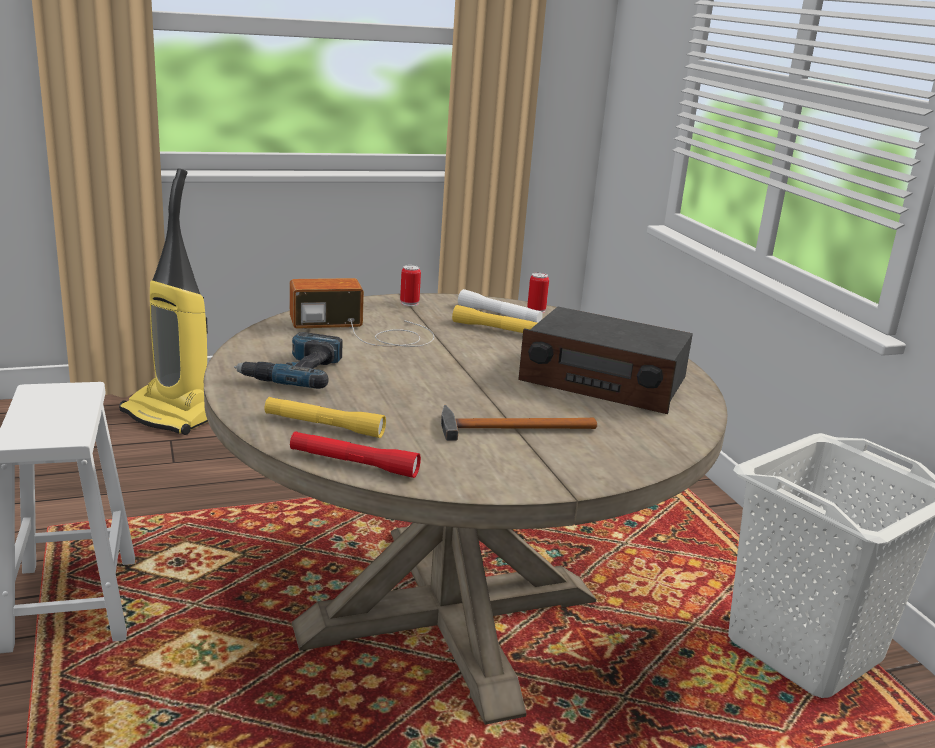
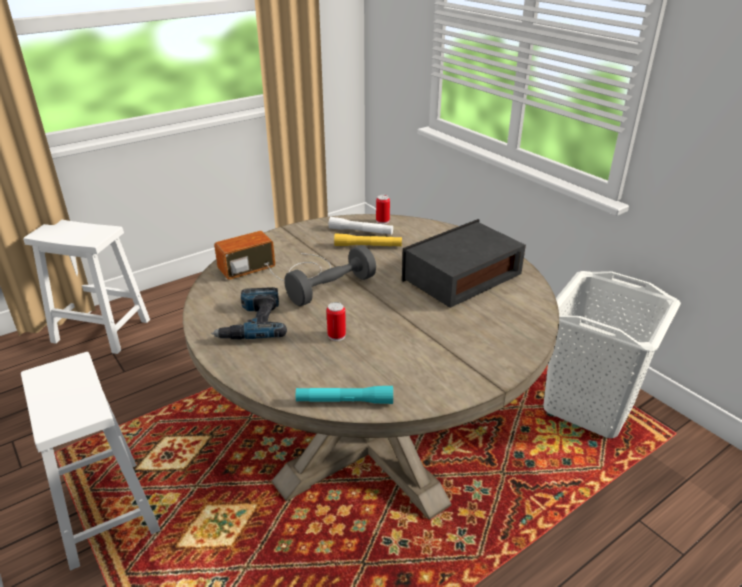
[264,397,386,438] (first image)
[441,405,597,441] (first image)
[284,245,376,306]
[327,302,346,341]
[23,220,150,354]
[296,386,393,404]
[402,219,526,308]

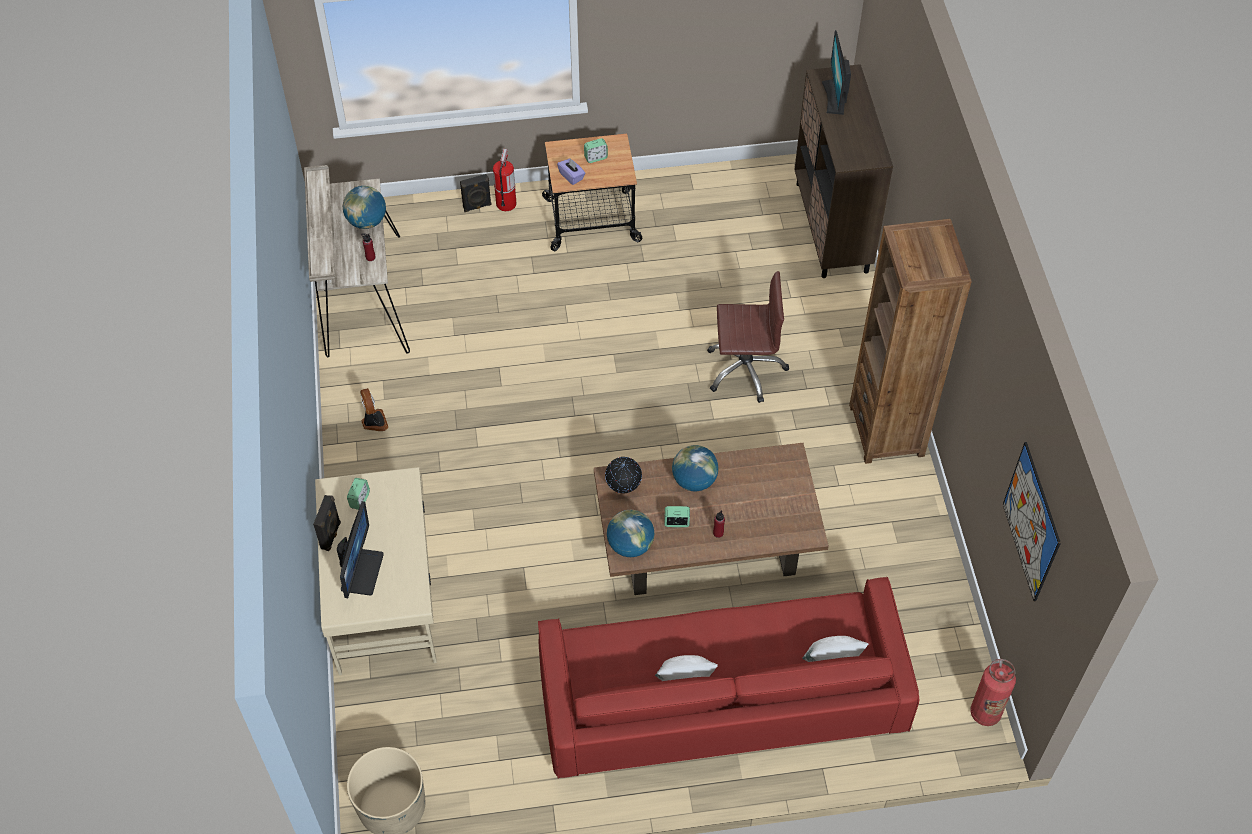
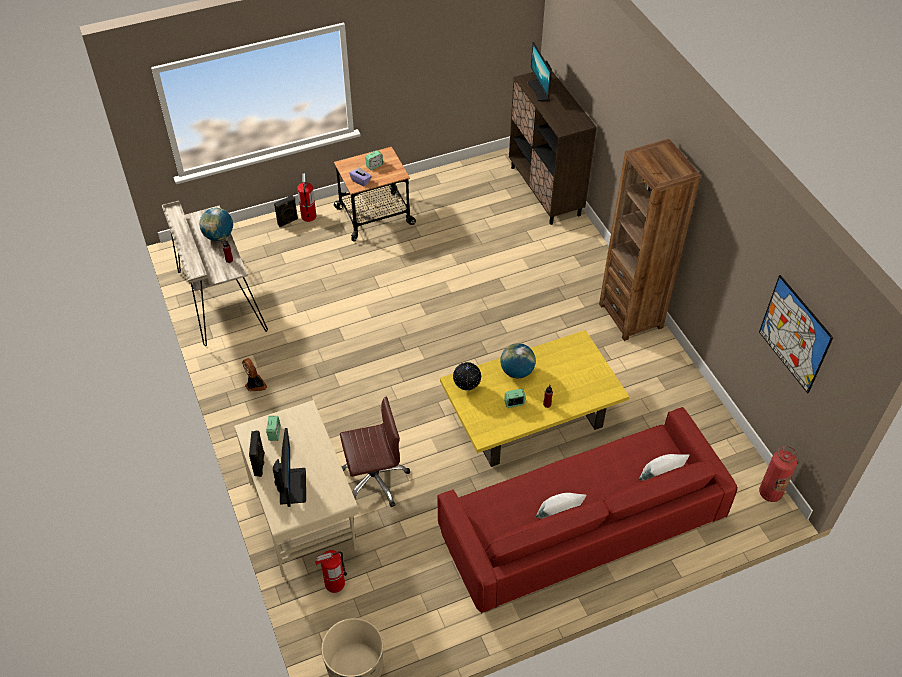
[607,510,654,557] (first image)
[315,550,347,593]
[340,396,410,507]
[440,330,629,467]

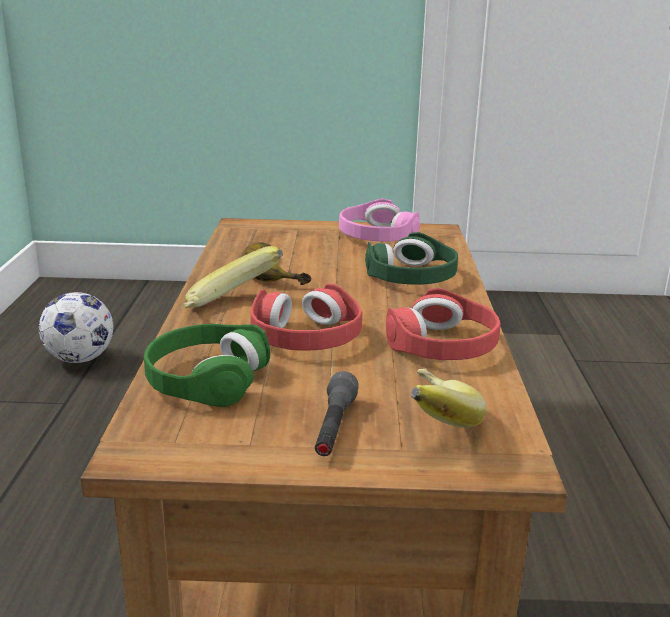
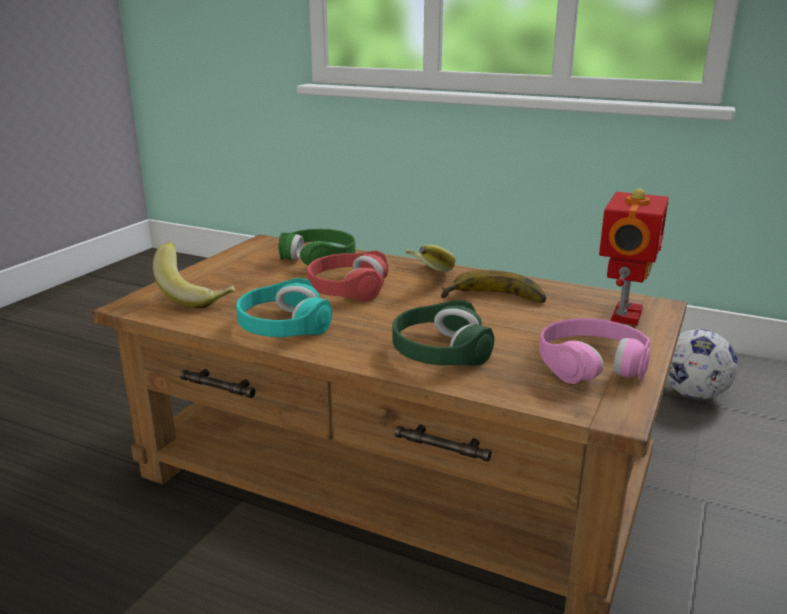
[315,371,359,456] (first image)
[599,188,669,325]
[236,278,332,337]

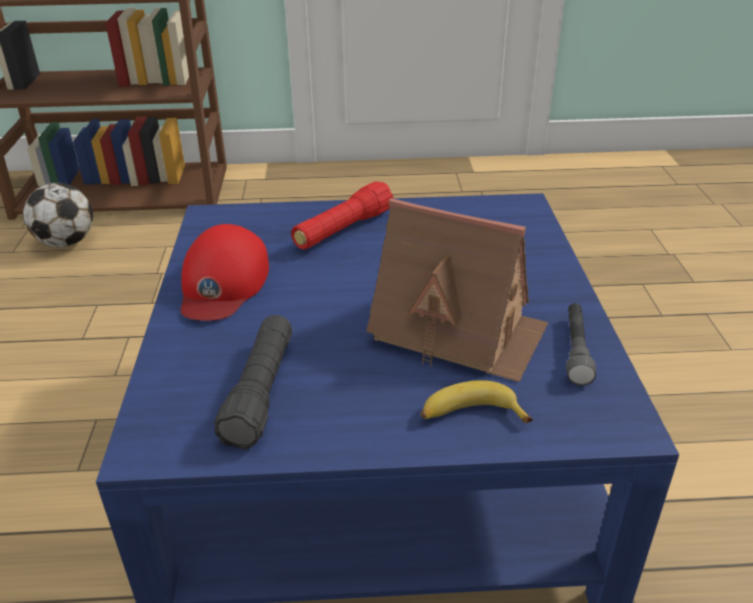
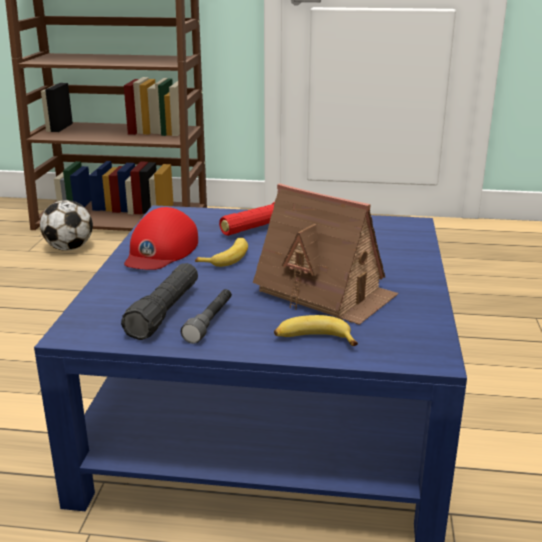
[195,238,248,267]
[181,289,232,344]

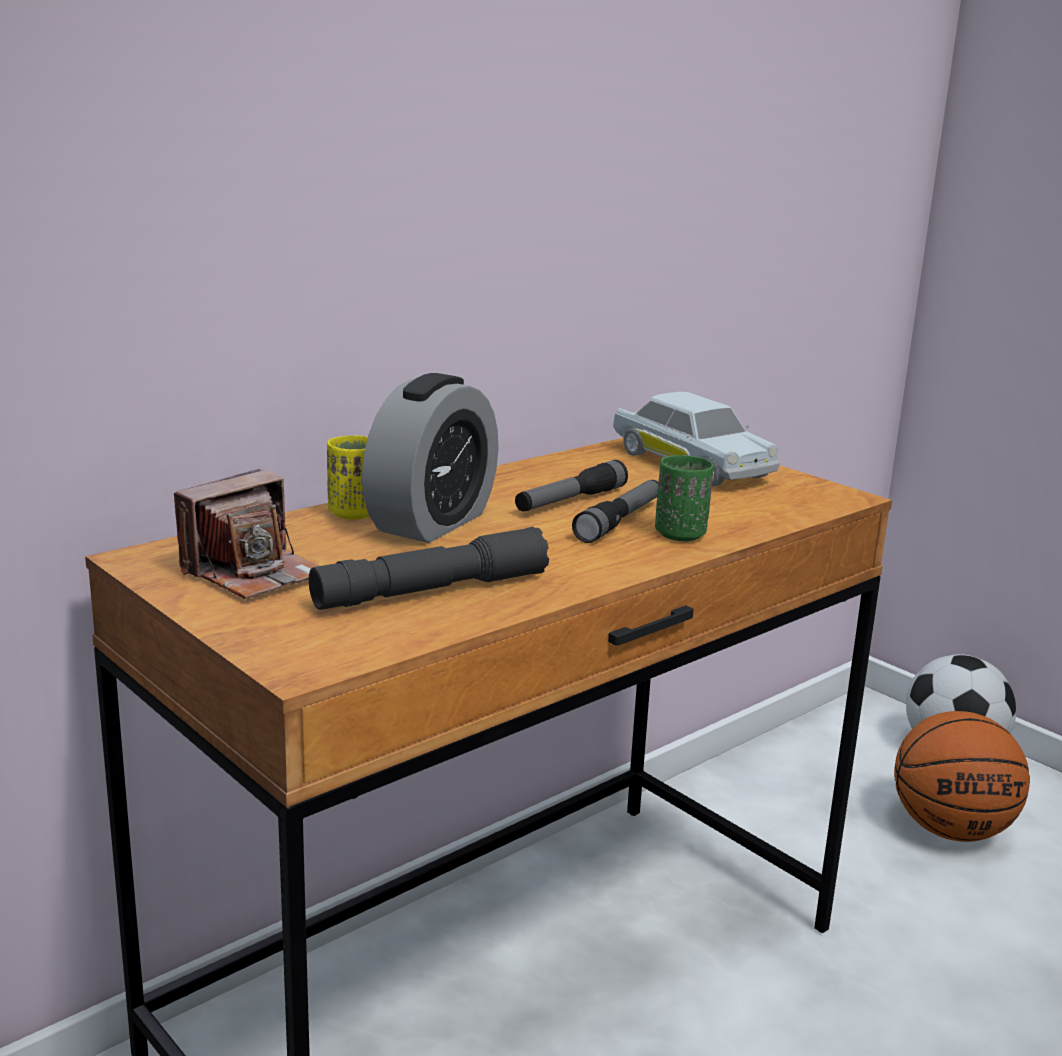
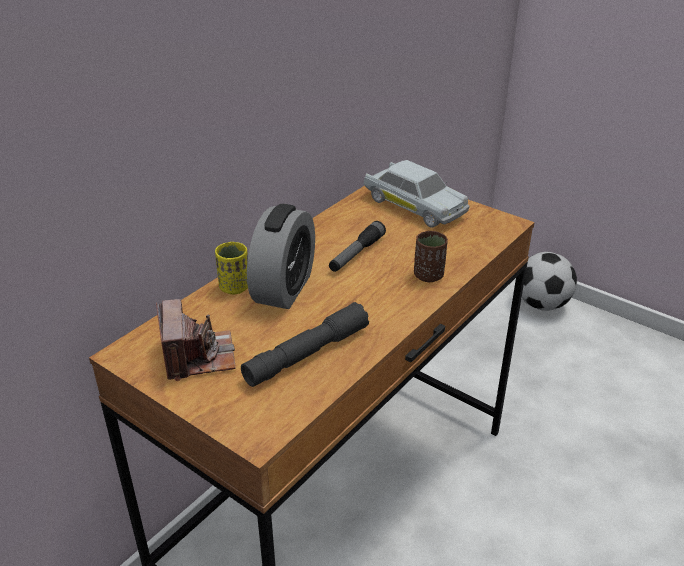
[572,480,658,543] (first image)
[894,711,1030,842] (first image)
[414,231,448,282]
[156,299,236,381]

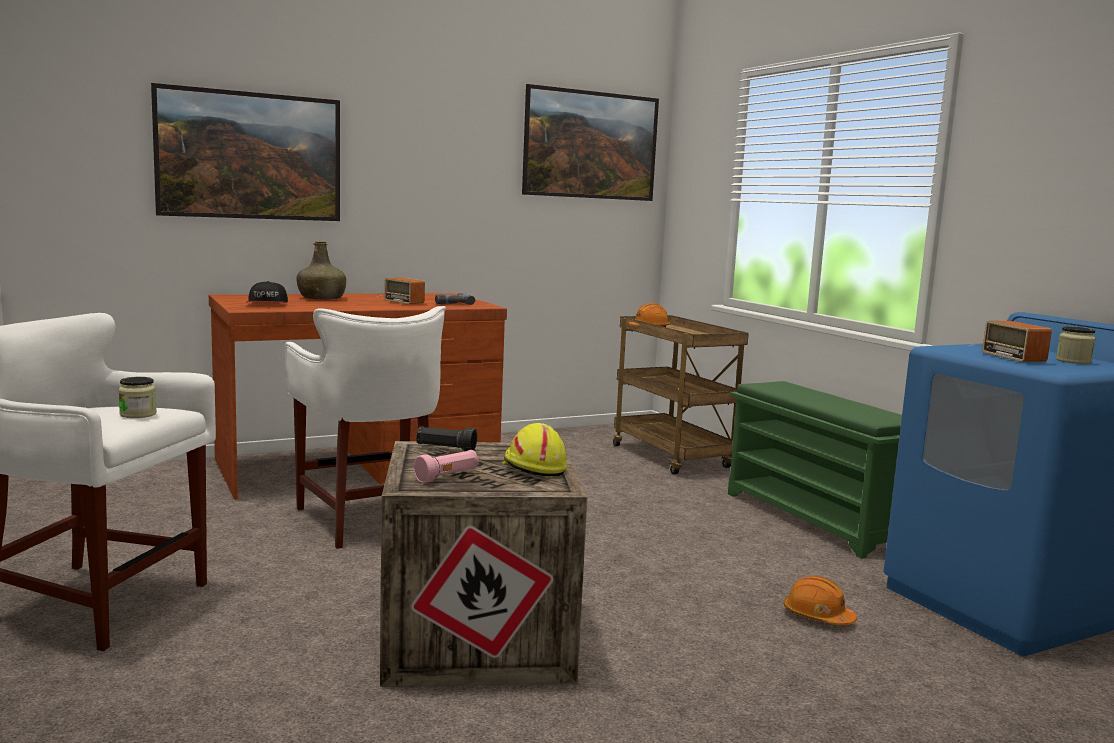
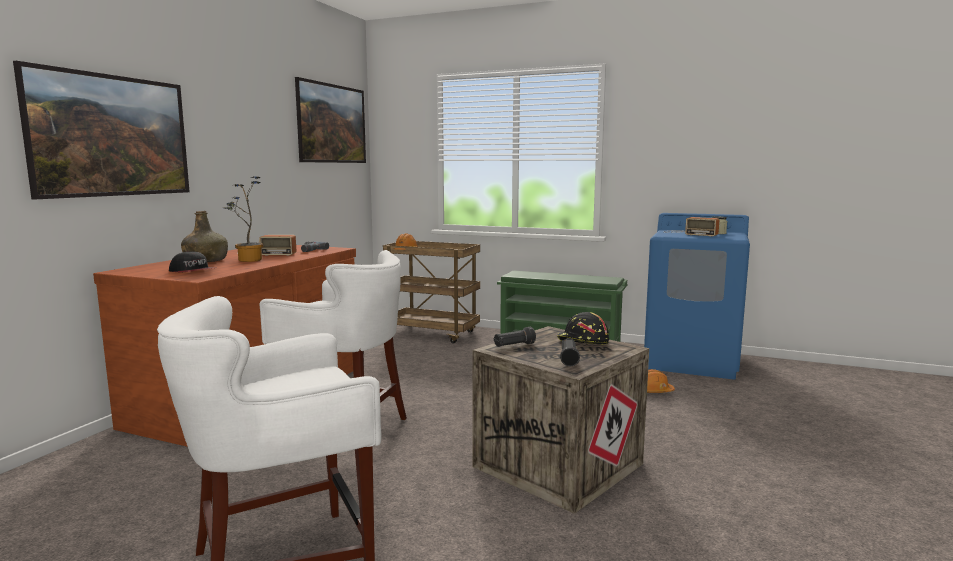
[118,377,157,418] (first image)
[222,177,263,262]
[560,338,580,366]
[557,312,609,345]

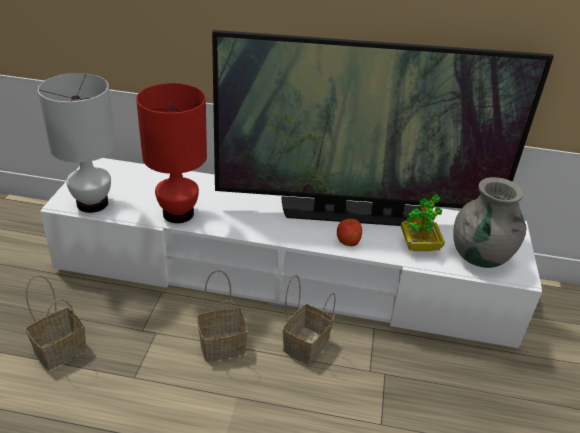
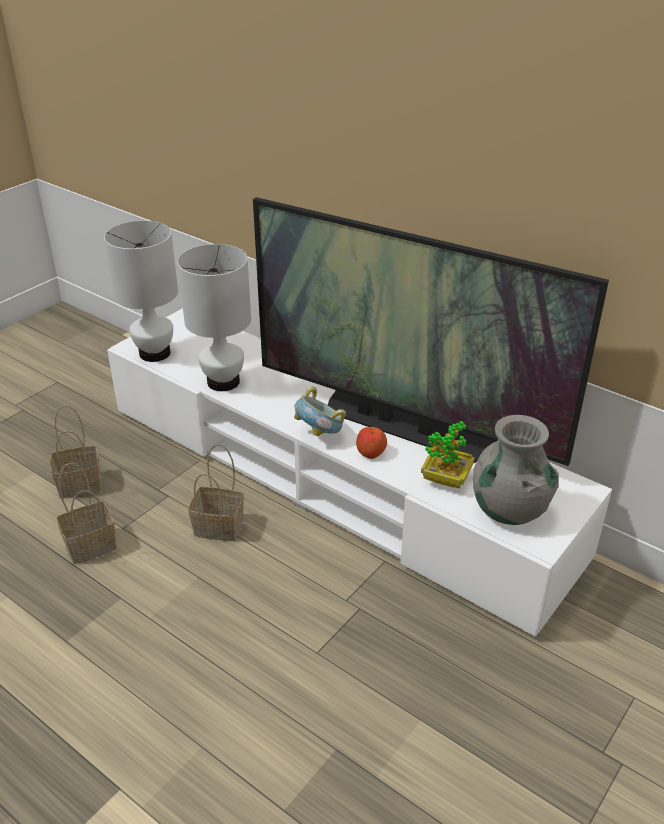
[294,386,346,436]
[56,463,117,564]
[177,244,251,391]

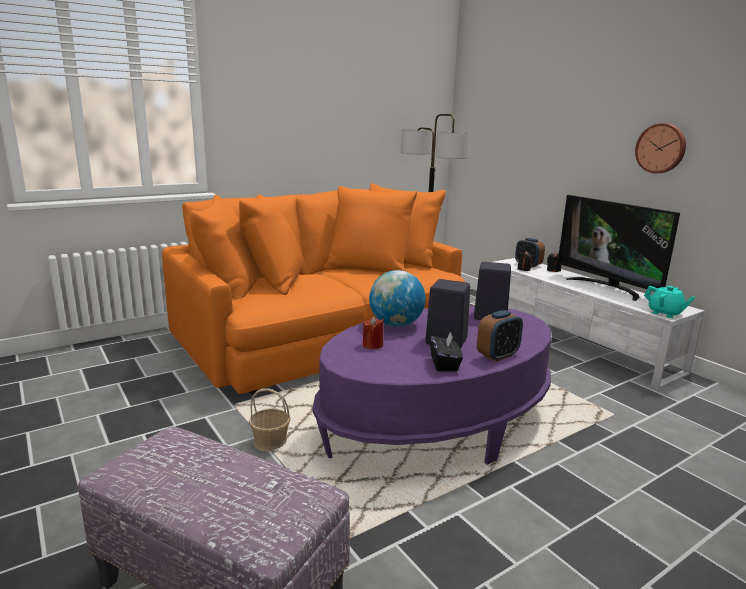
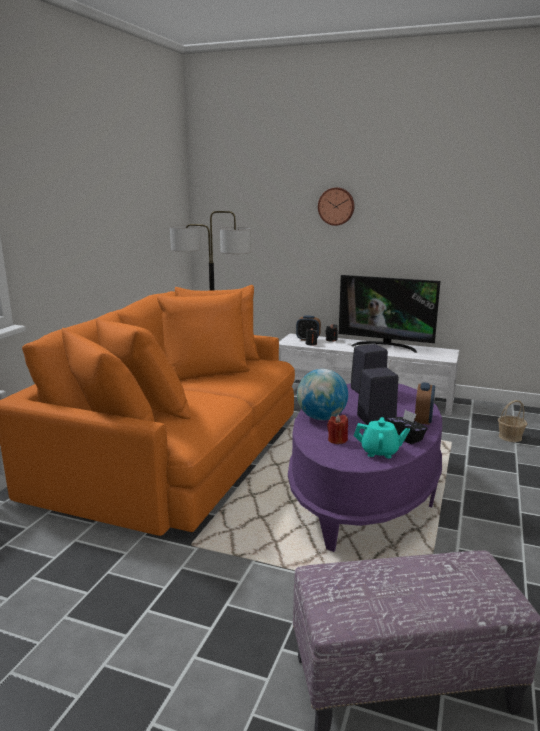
[498,400,527,442]
[318,187,355,226]
[354,417,410,459]

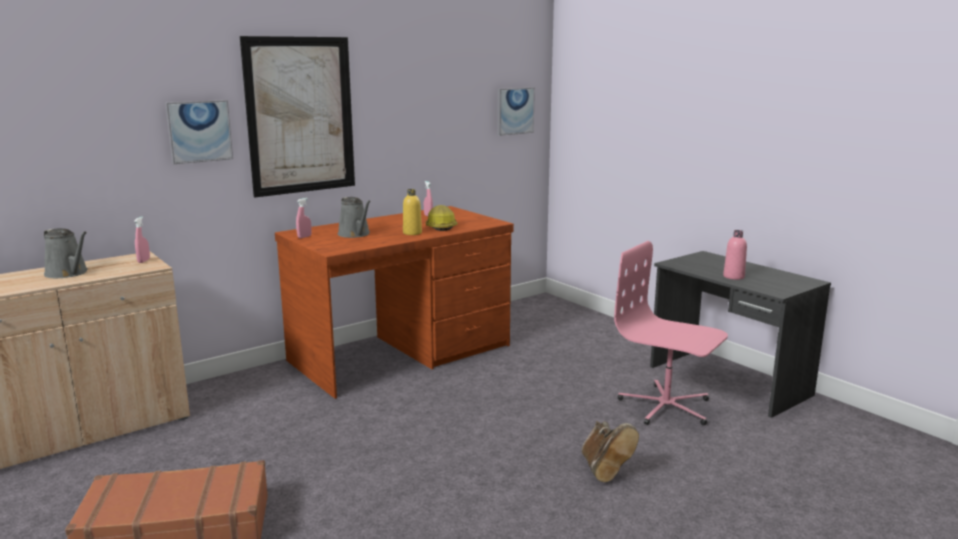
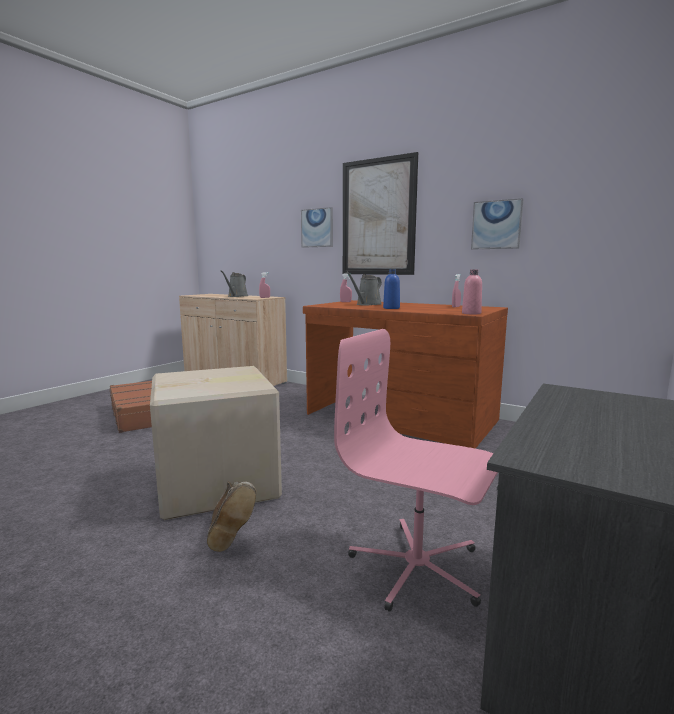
[426,205,458,231] (first image)
[150,366,282,520]
[471,198,523,249]
[462,269,482,314]
[383,269,400,309]
[207,481,256,552]
[334,329,498,612]

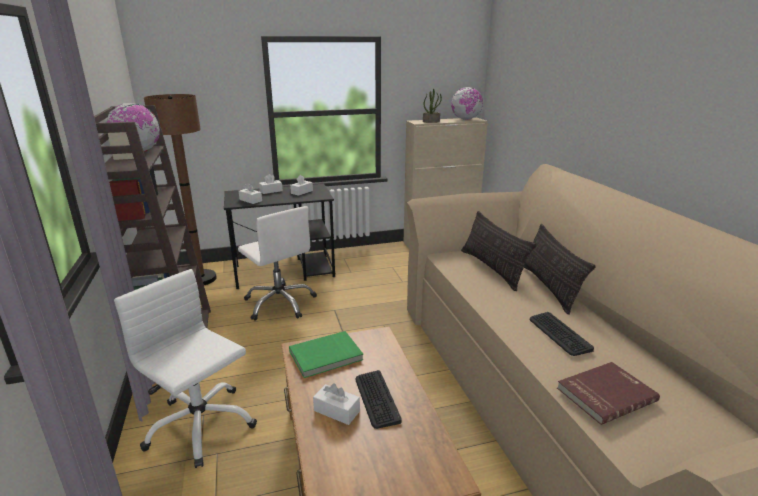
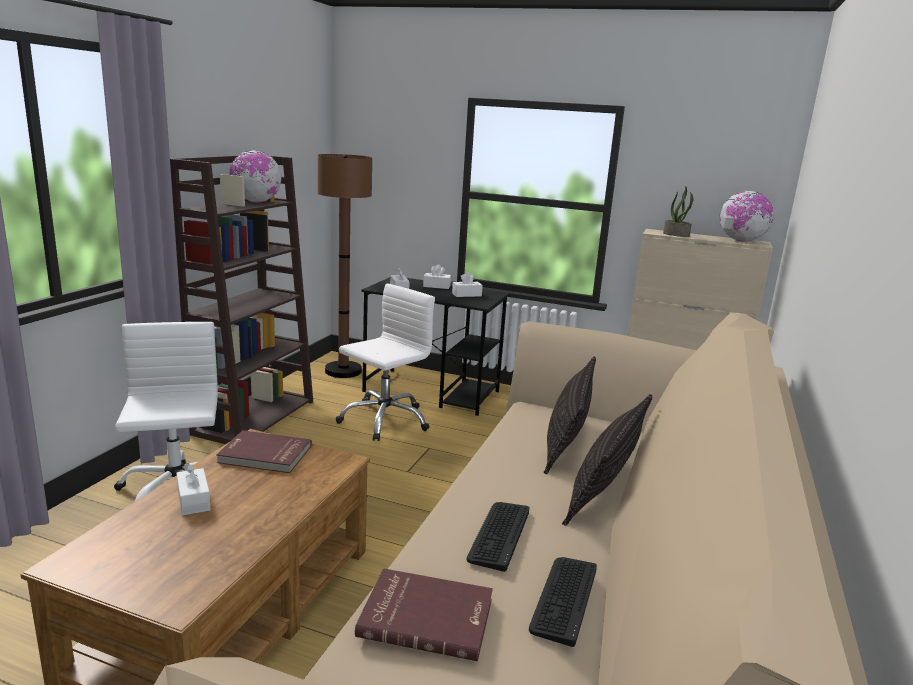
[529,557,597,647]
[216,430,312,473]
[336,283,435,441]

